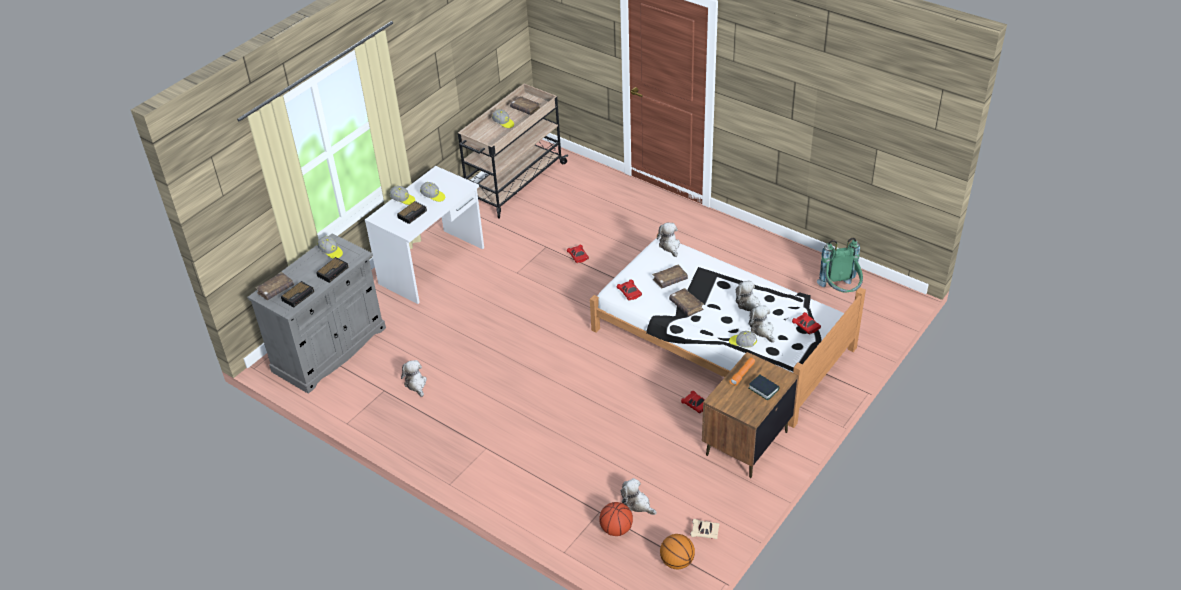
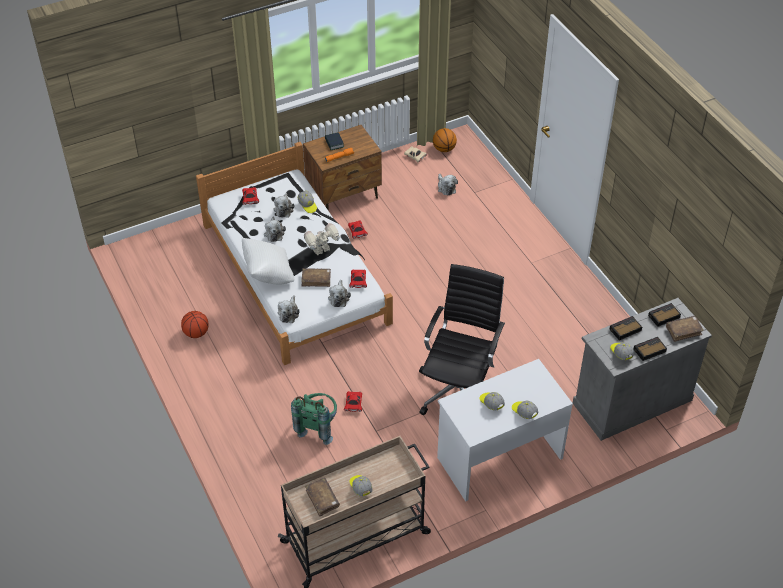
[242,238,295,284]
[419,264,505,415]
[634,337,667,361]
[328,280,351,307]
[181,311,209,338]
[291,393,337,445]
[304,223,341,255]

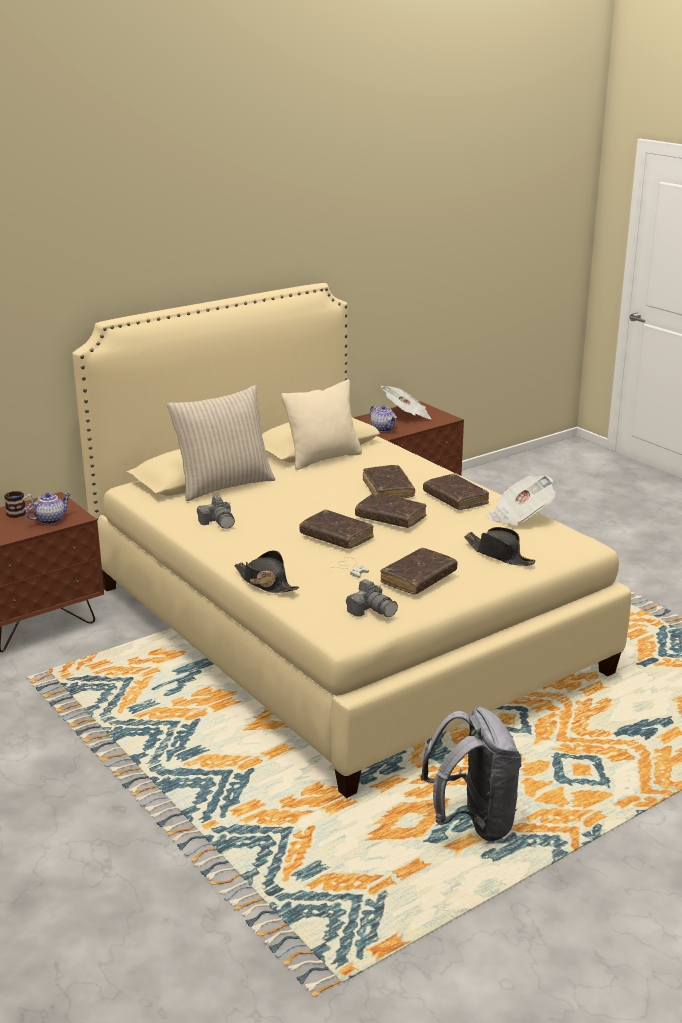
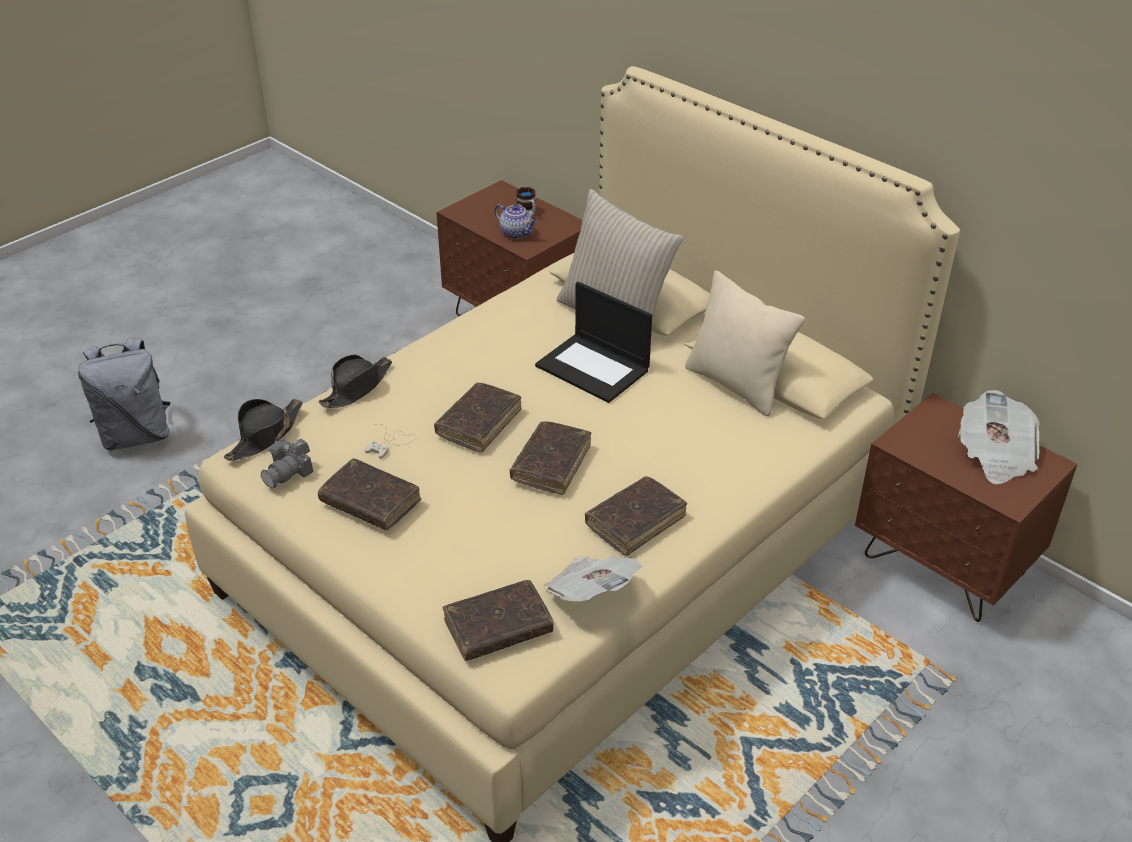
[197,495,235,529] (first image)
[370,405,397,432] (first image)
[535,282,652,403]
[443,580,554,661]
[78,338,170,451]
[224,399,303,461]

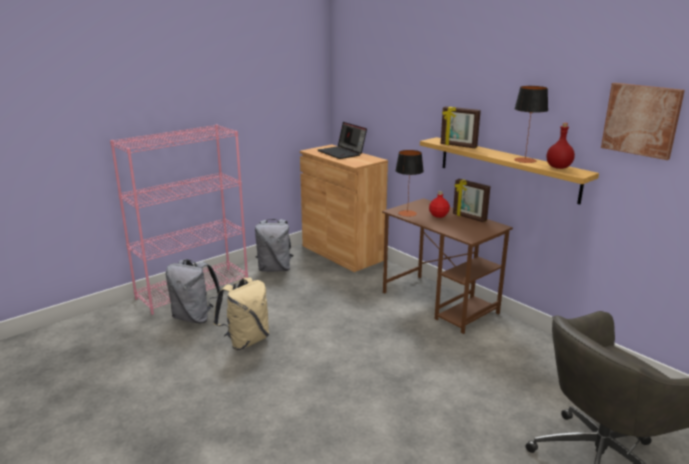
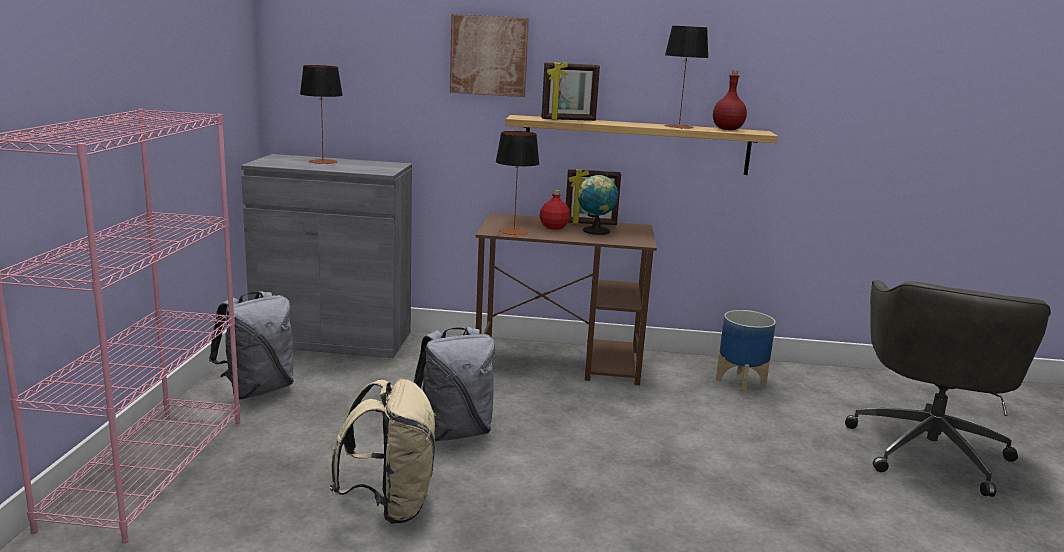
[578,175,618,235]
[716,310,776,393]
[414,327,495,441]
[450,14,529,97]
[300,65,343,164]
[241,154,412,358]

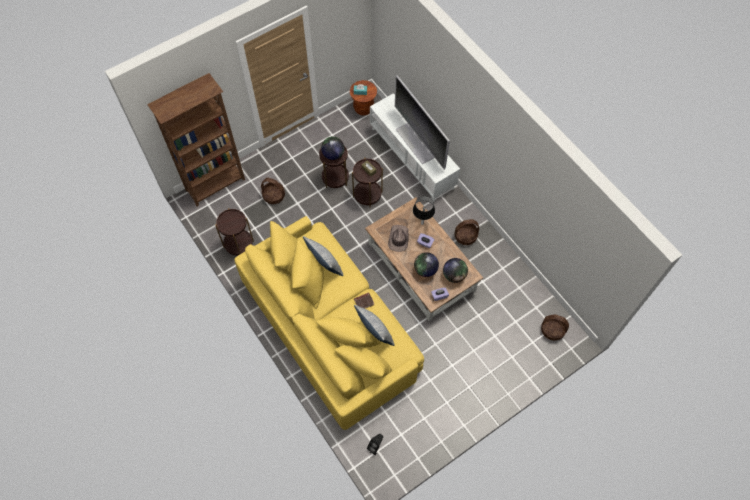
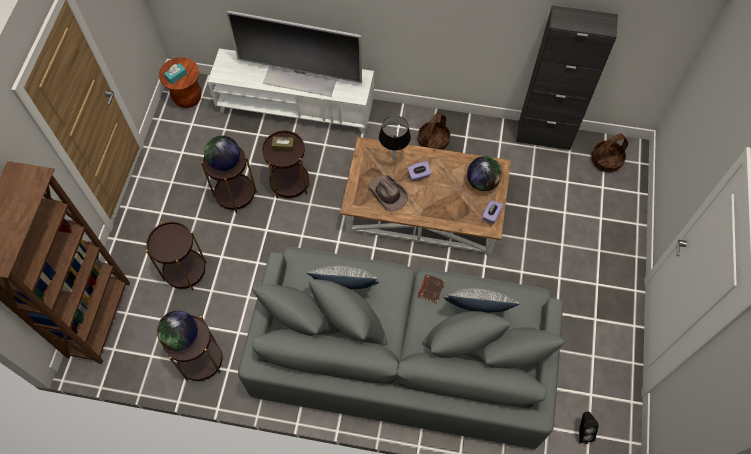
[516,5,618,150]
[157,311,198,351]
[146,222,207,290]
[238,247,566,448]

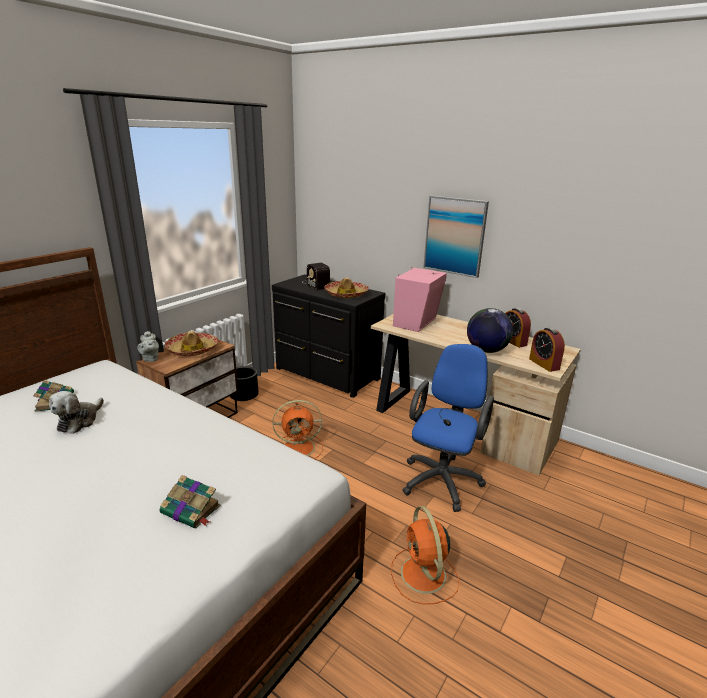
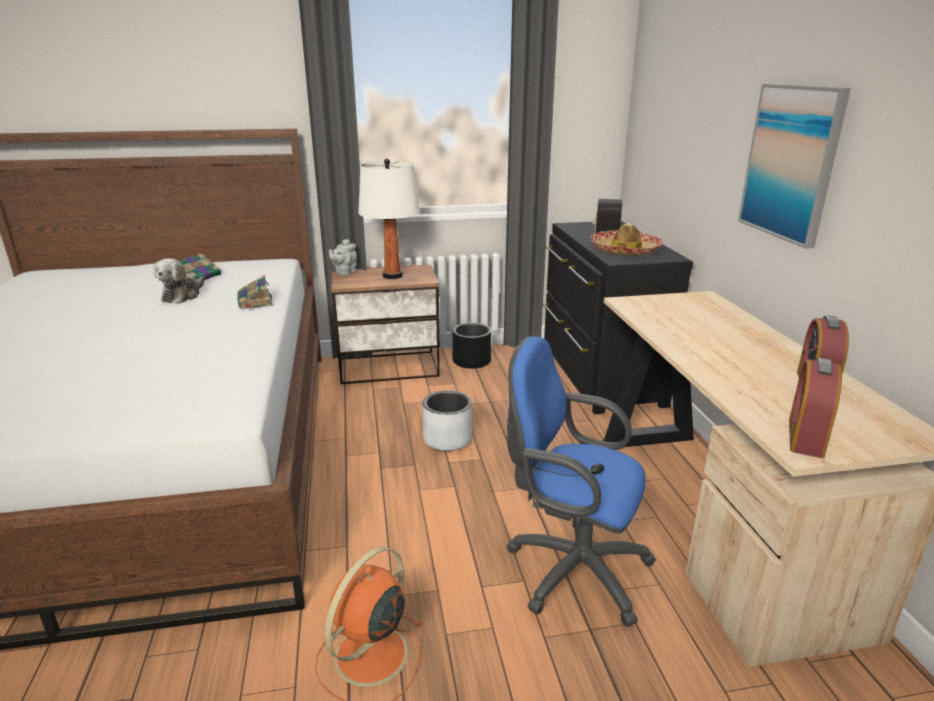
[393,267,447,332] (first image)
[467,308,513,353] (first image)
[237,275,273,309]
[358,159,420,279]
[423,390,472,451]
[154,258,205,304]
[506,336,656,627]

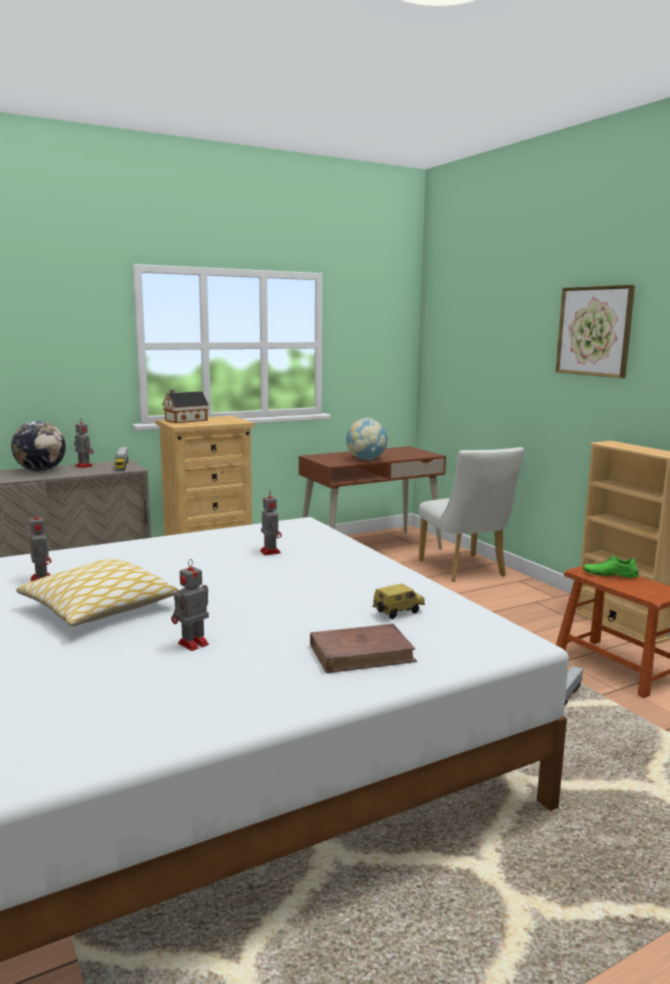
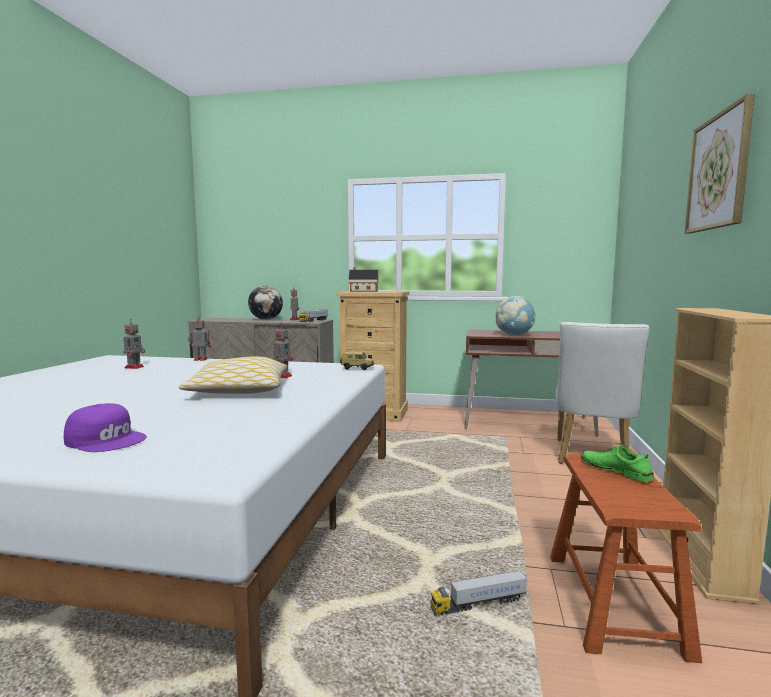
[179,356,288,394]
[188,315,210,361]
[340,352,374,370]
[64,403,147,452]

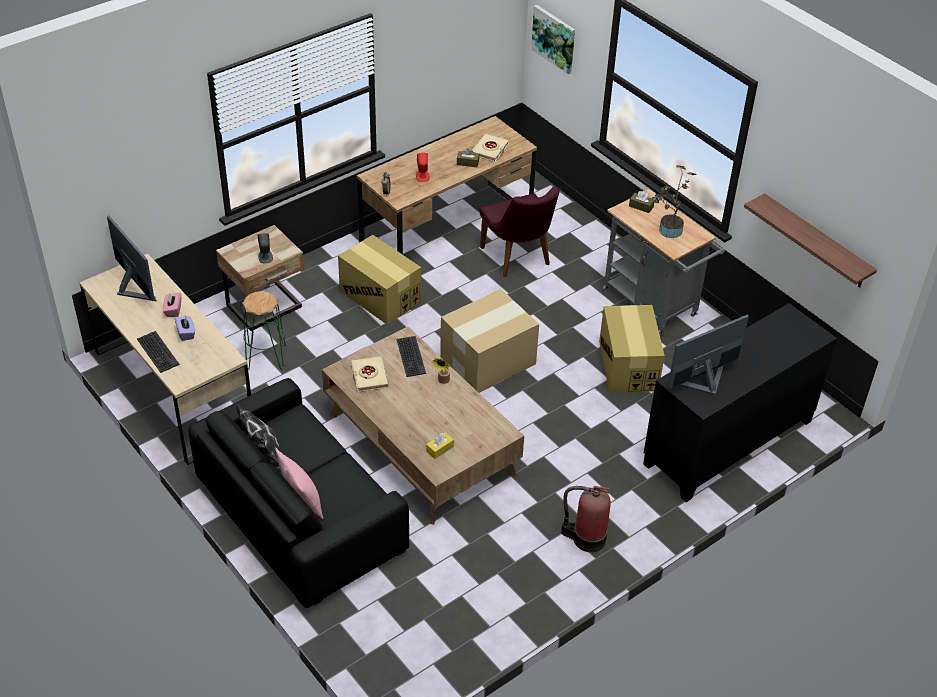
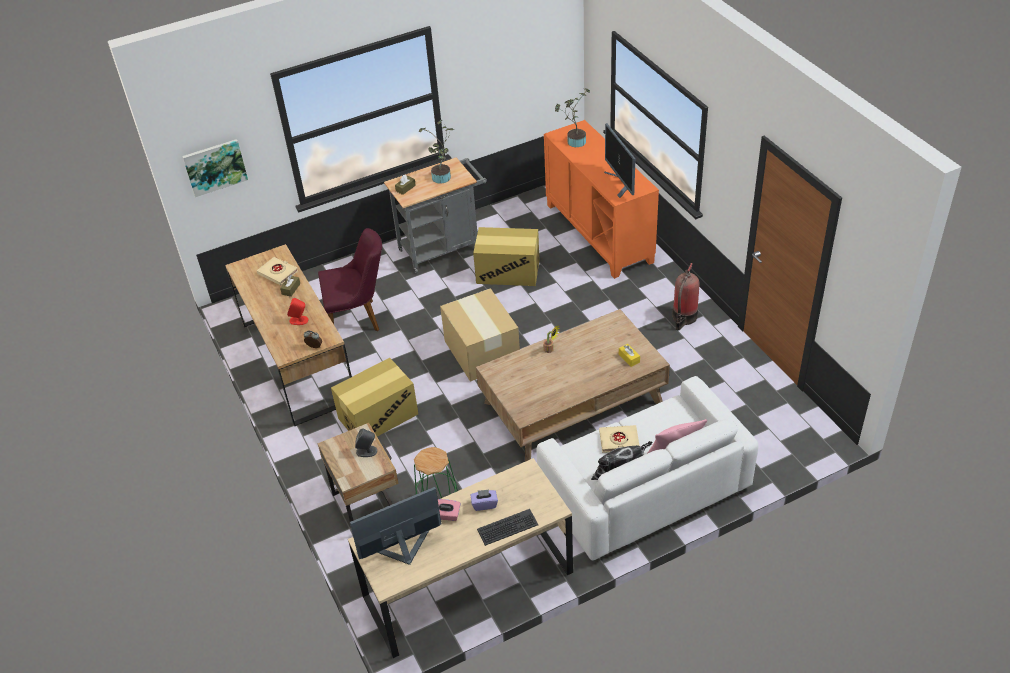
[396,336,426,377] (first image)
[744,193,877,288] (first image)
[555,88,590,147]
[599,425,640,453]
[537,376,758,561]
[544,120,659,279]

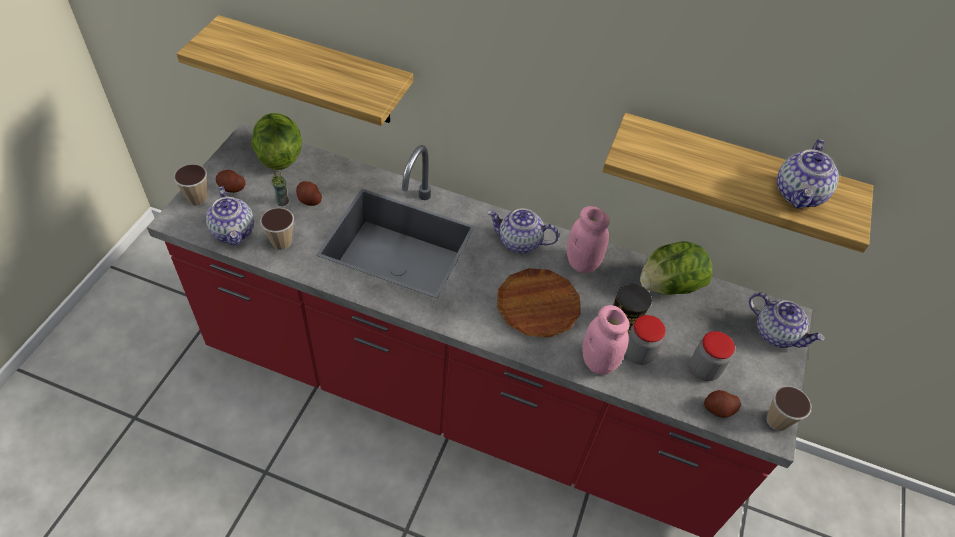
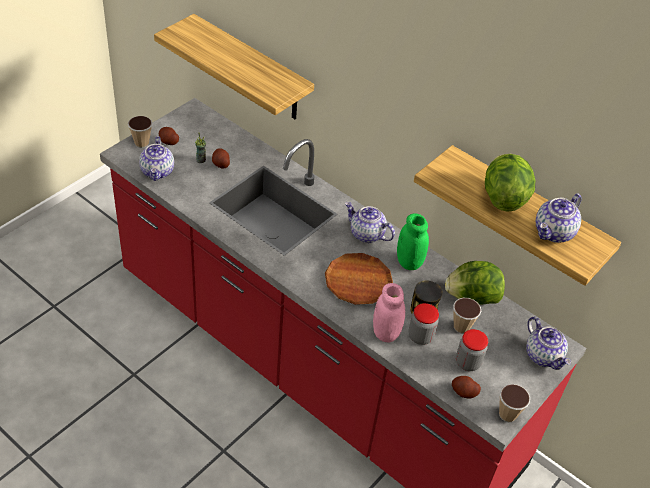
[485,154,535,212]
[453,298,481,334]
[397,213,429,270]

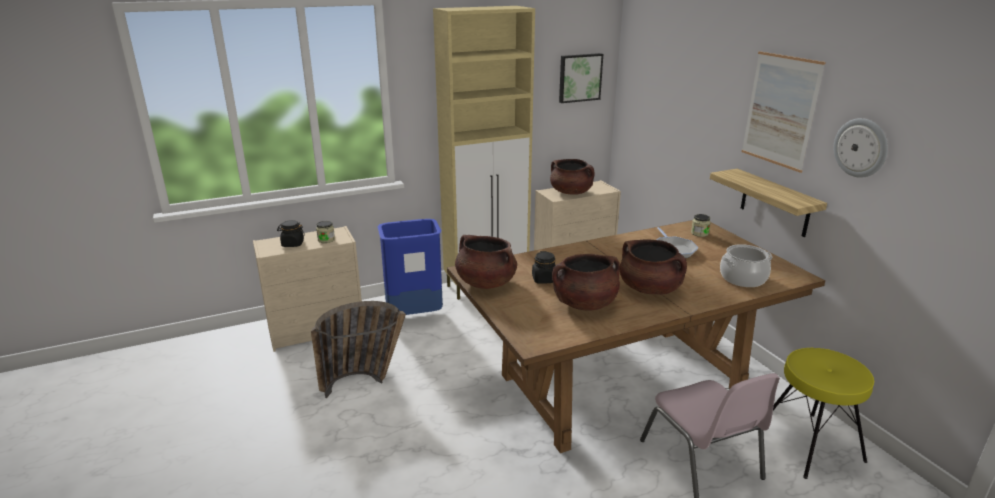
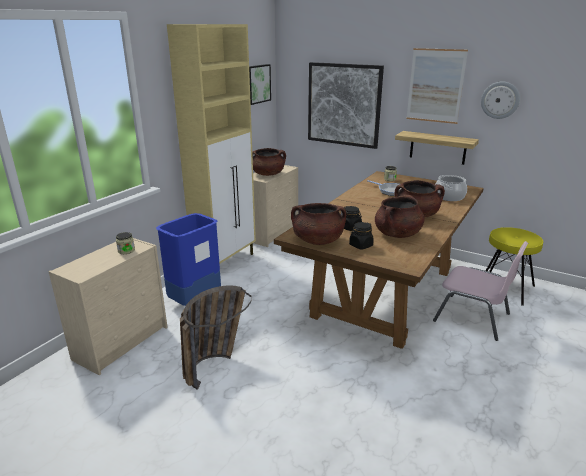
[308,62,384,149]
[349,222,374,249]

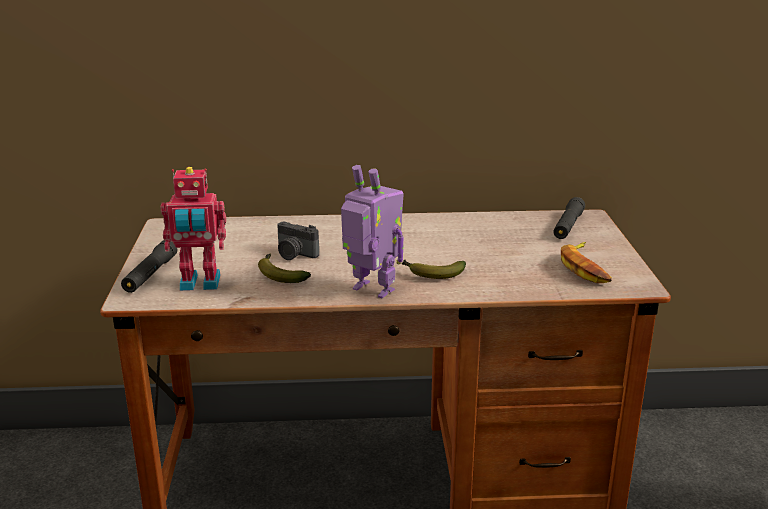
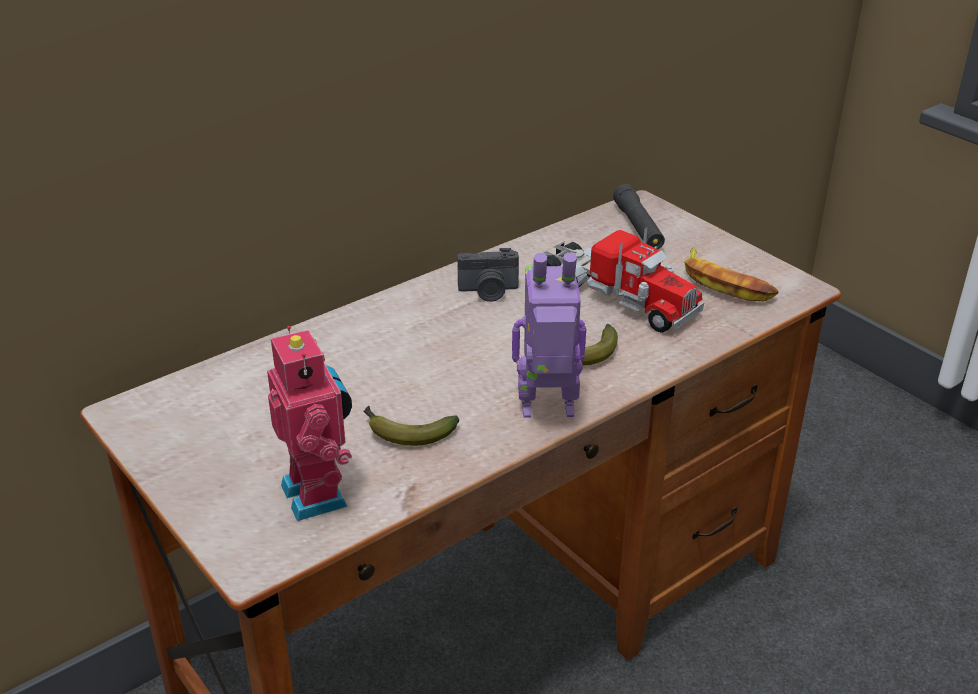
[121,240,177,293] (first image)
[544,227,704,333]
[457,248,519,302]
[267,326,352,521]

